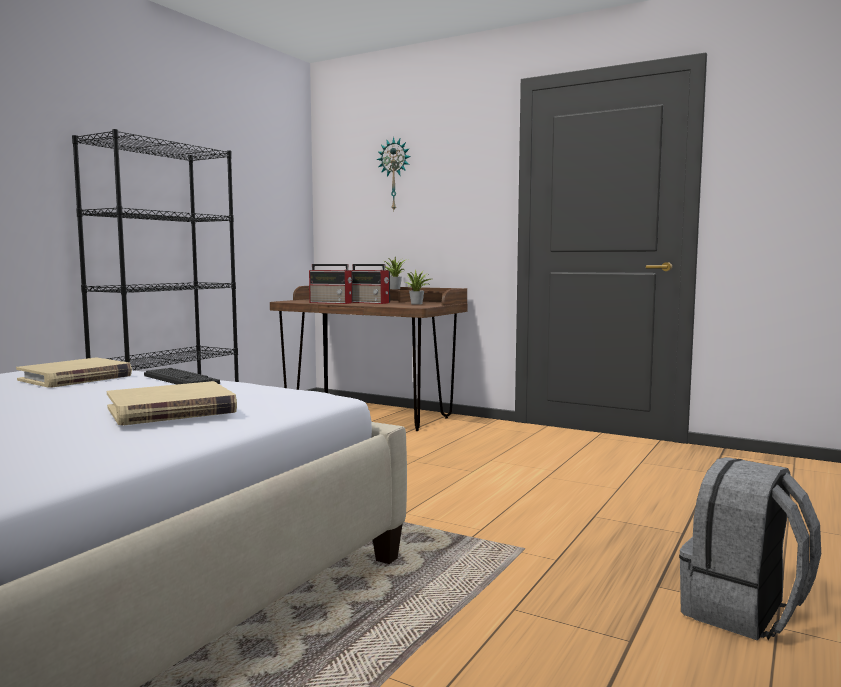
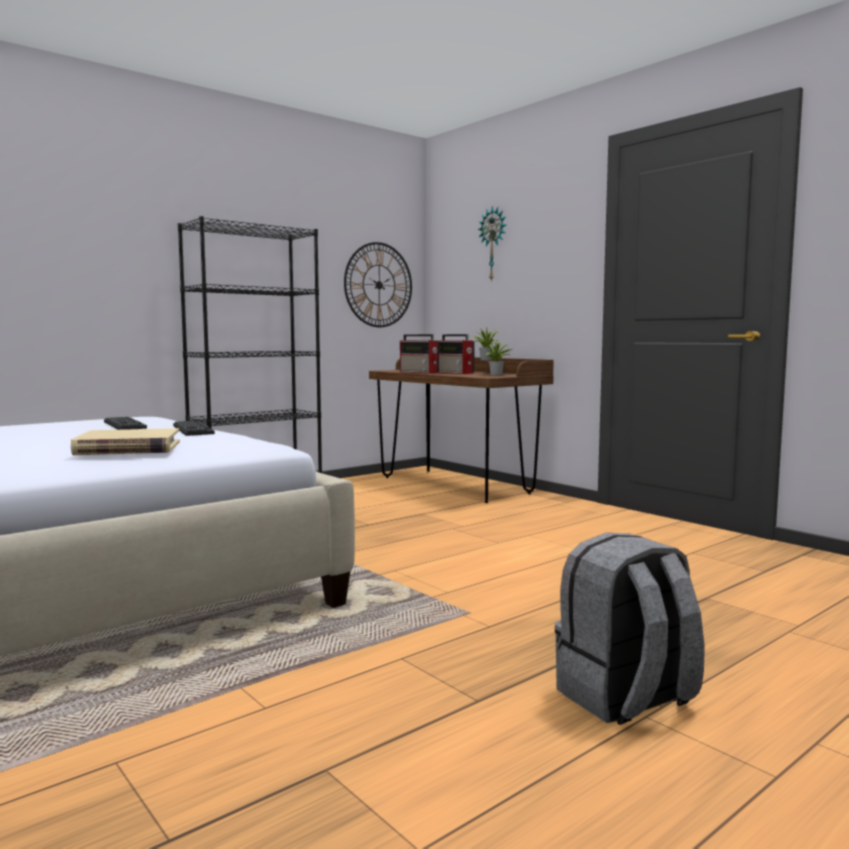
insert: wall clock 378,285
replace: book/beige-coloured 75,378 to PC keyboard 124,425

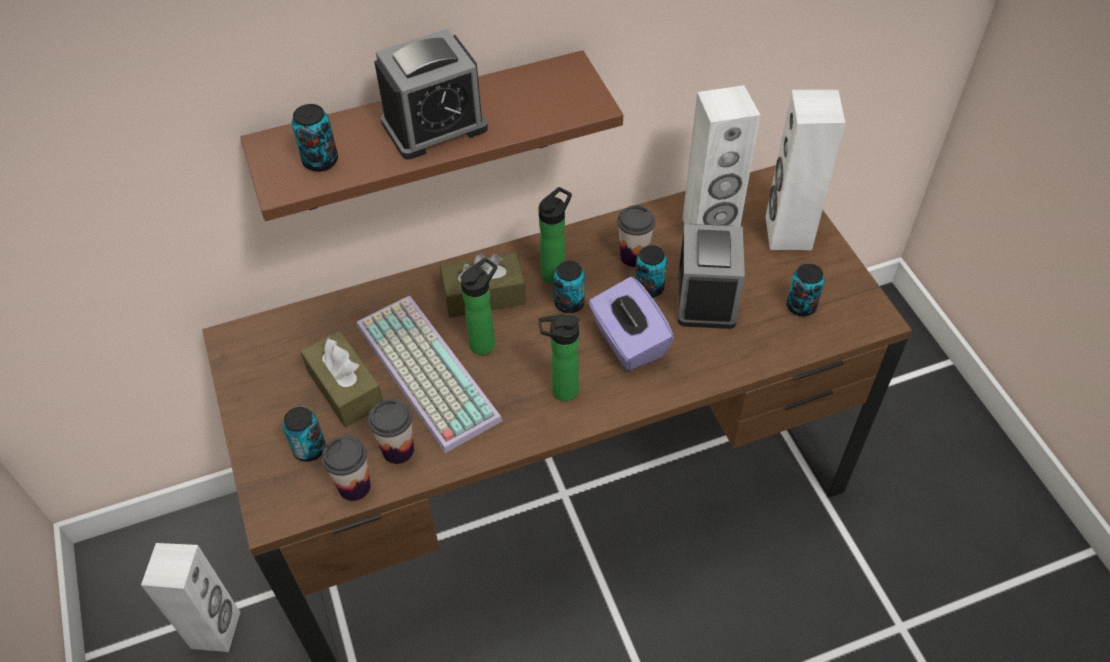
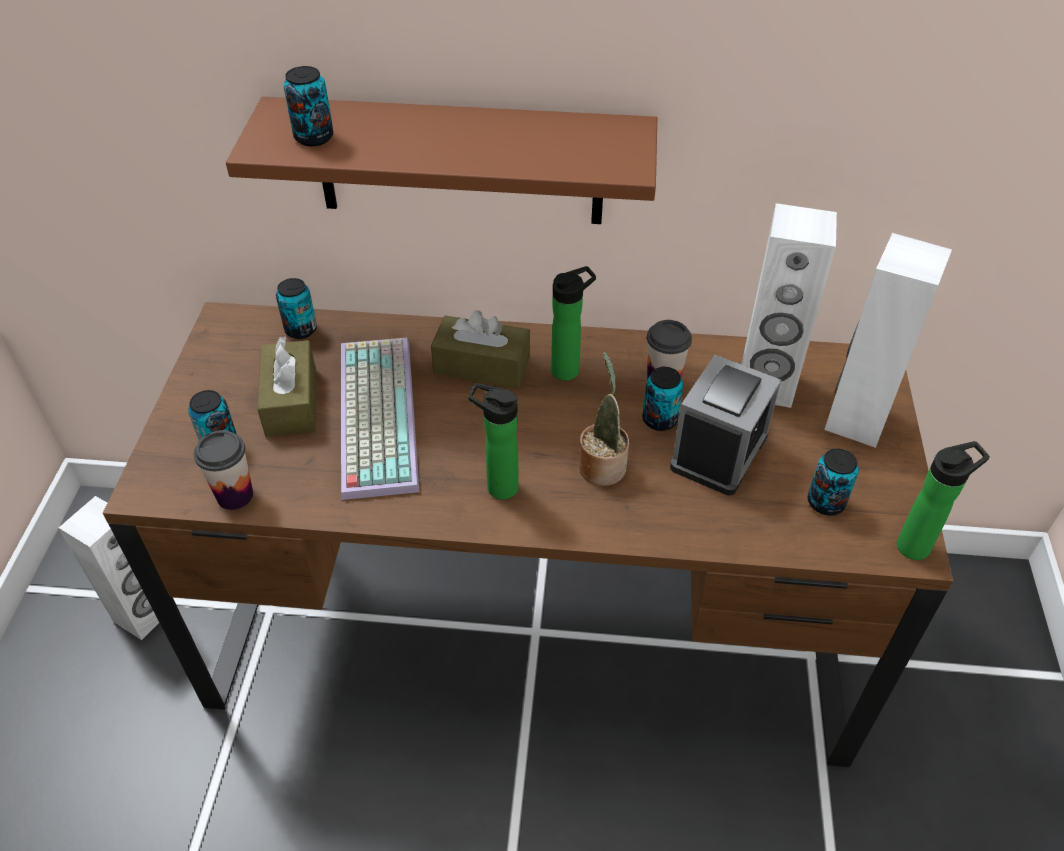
delete: alarm clock 434,126; drinking cup 398,450
move: drink bottle 485,342 to 917,545; sealed can 569,303 to 301,329
replace: tissue box/purple-coloured 628,341 to potted plant 602,465

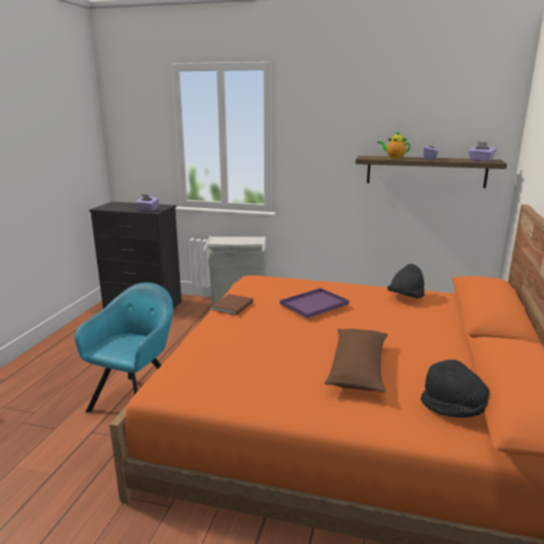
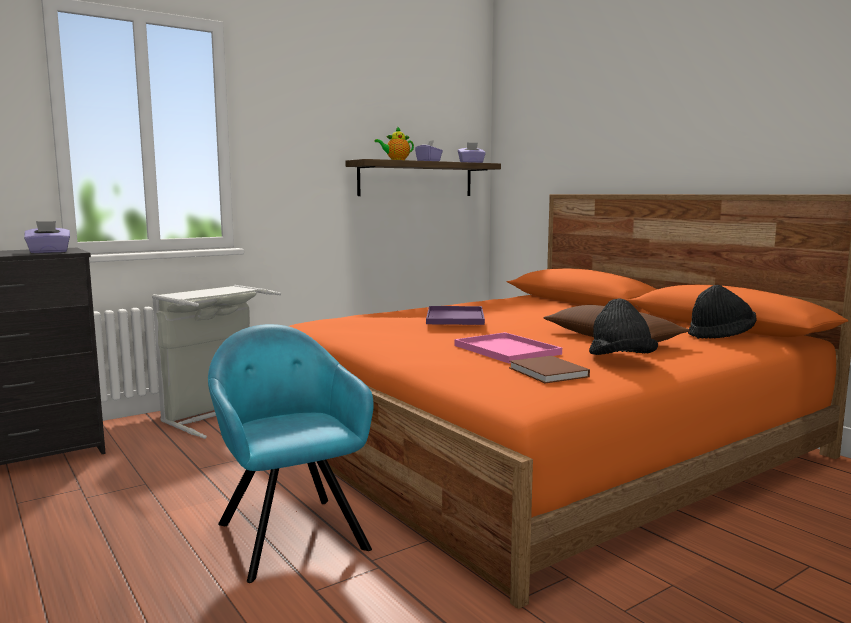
insert: carrying tray/pink 504,349
move: wearable hat/black 405,297 to 620,360; book/brown 232,306 to 549,373

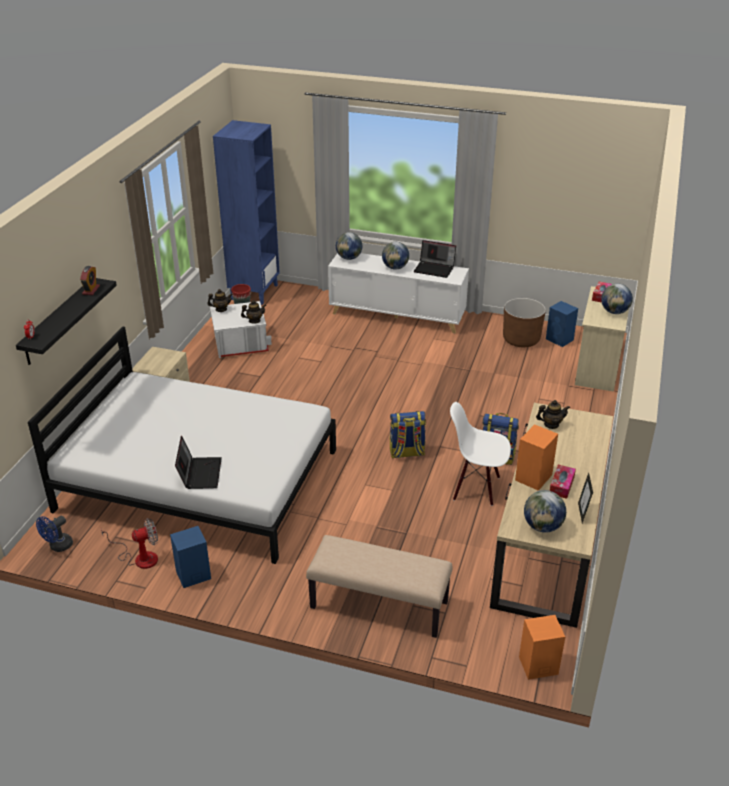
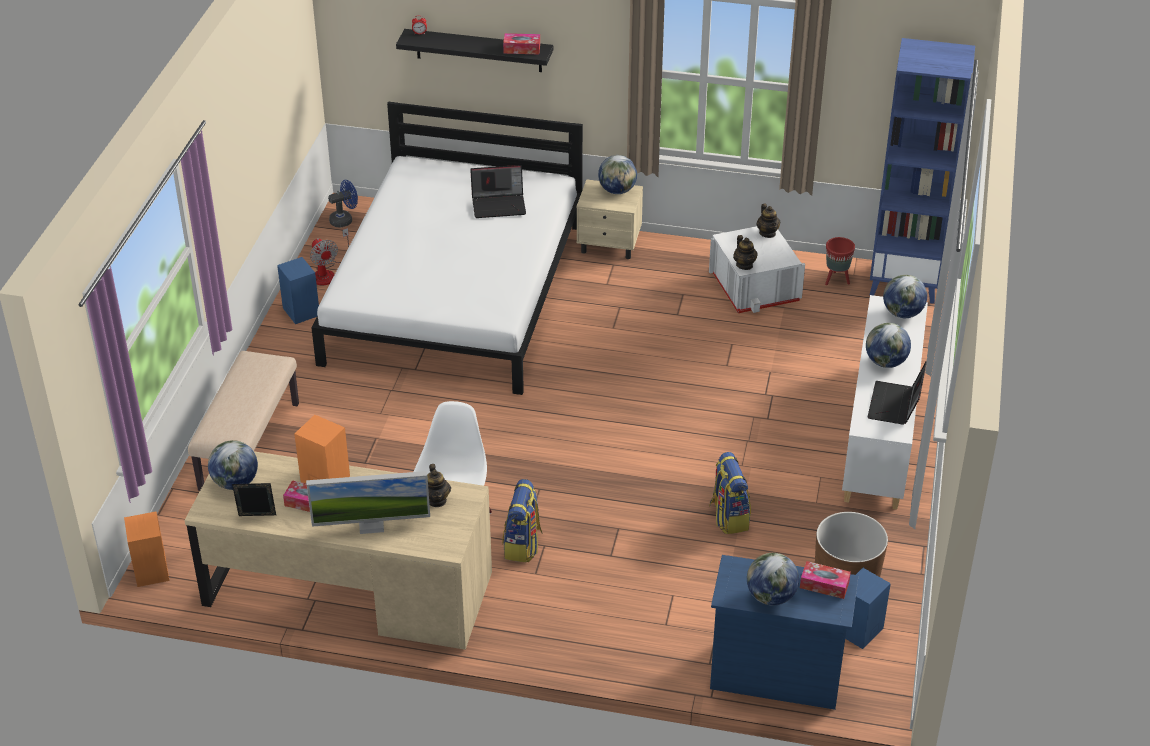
insert: world globe 617,190; computer screen 371,525
move: rucksack 406,453 to 728,517; notebook computer 200,473 to 499,205
replace: alarm clock 91,290 to tissue box 522,49
recolor: chest of drawers/beige-coloured 597,368 to chest of drawers/blue 775,674
rotate: cooling fan/blue 58,546 = 344,220 120 degrees clockwise

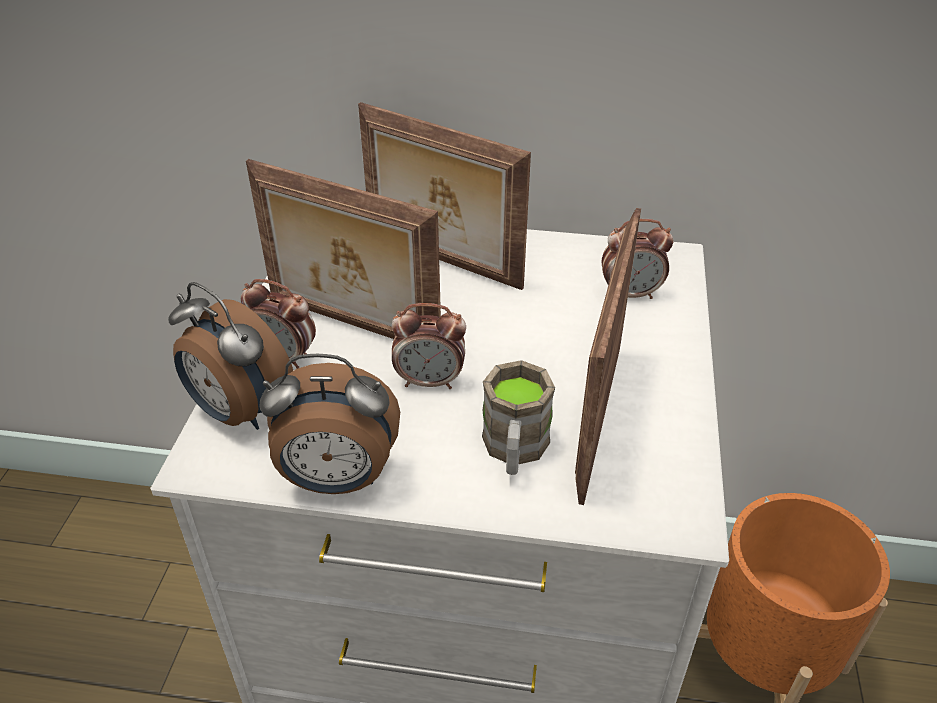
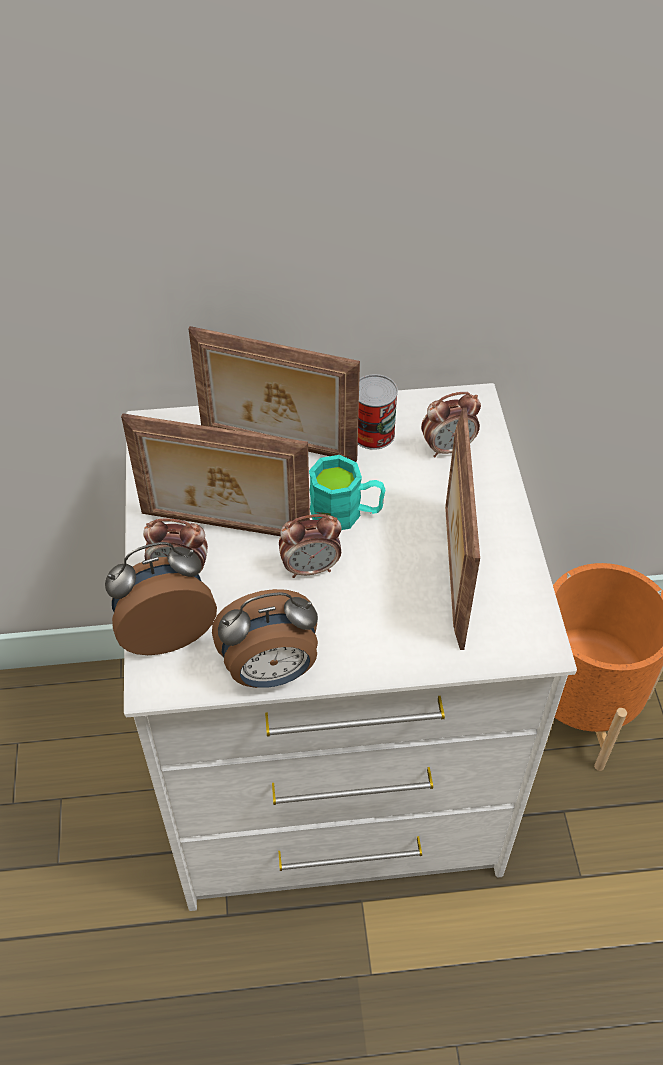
delete: tea mug/brown 514,451
insert: sealed can 373,433; tea mug/turquoise-coloured 346,513
rotate: alarm clock 239,412 = 165,630 135 degrees clockwise

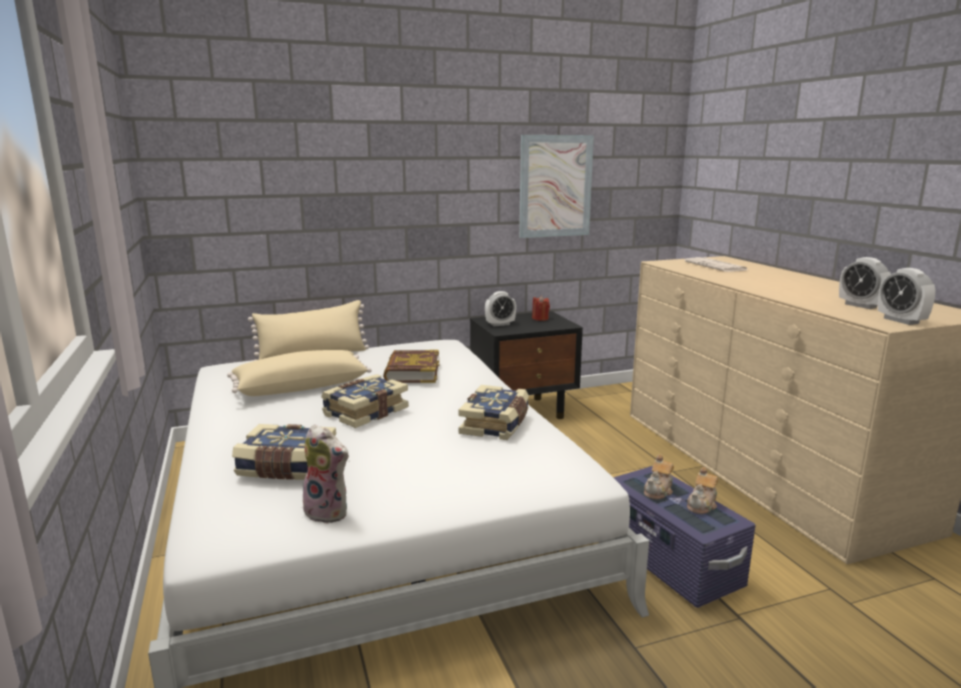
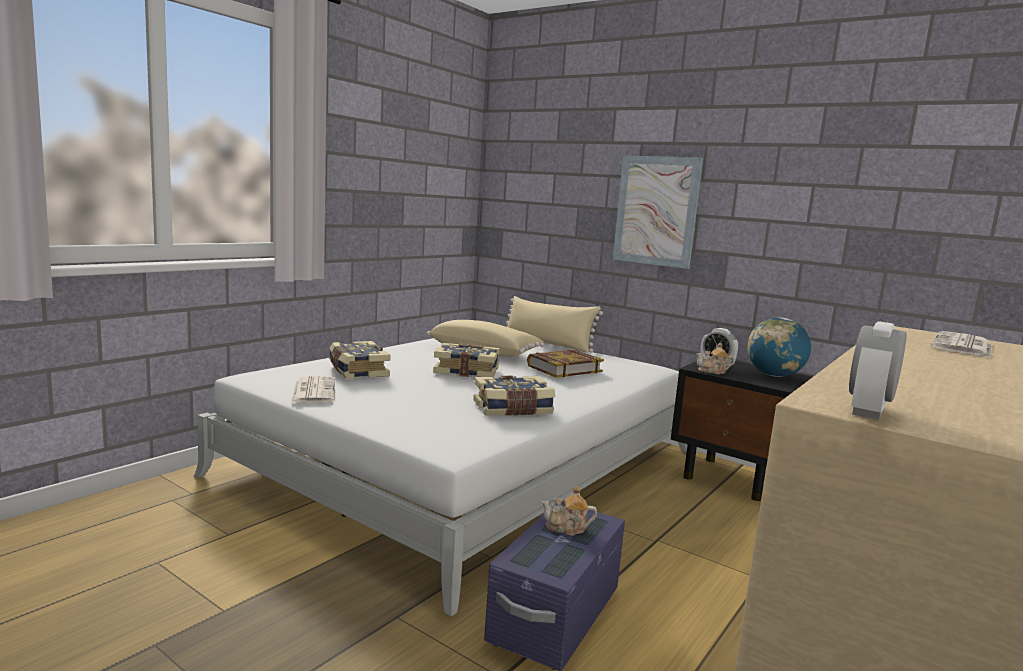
delete: alarm clock 860,305
move: picture 555,186 to 656,211; teapot 702,505 to 712,371
replace: wax light/red 540,318 to world globe 774,375; cuddly toy 329,512 to daily paper 313,391

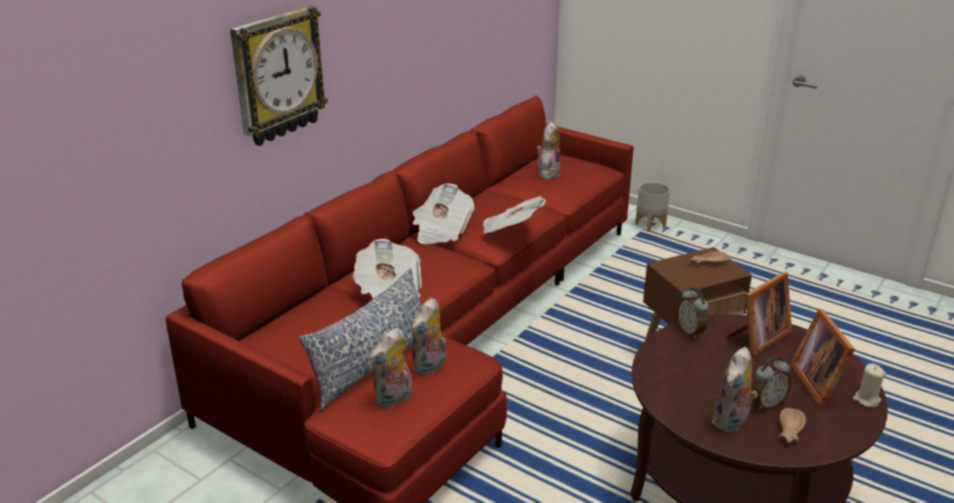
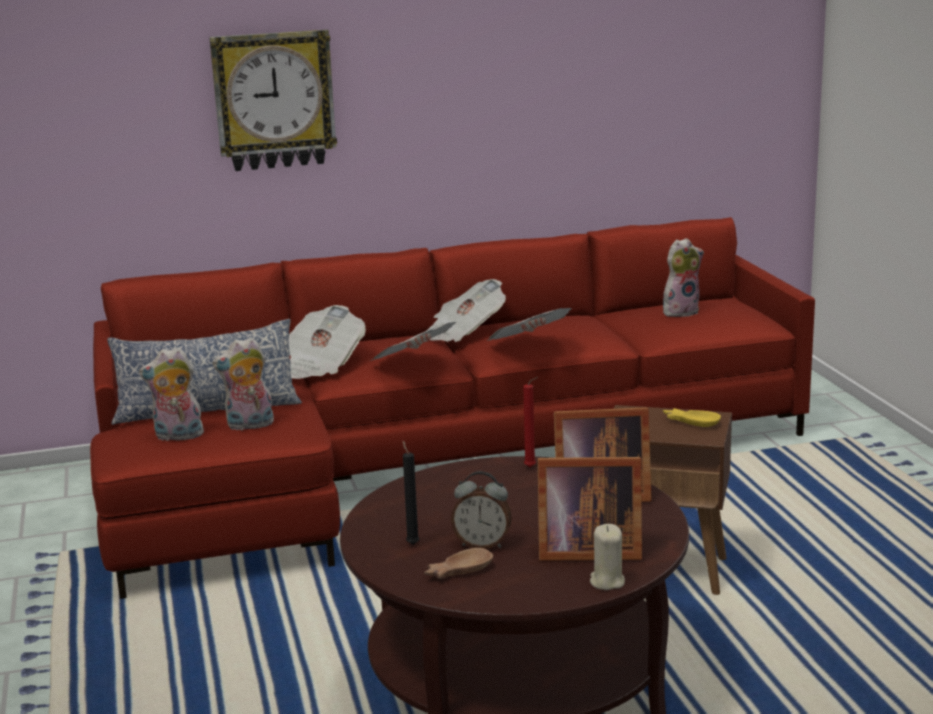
delete: flower pot/greyish 651,225
insert: daily paper 413,364
replace: alarm clock 690,332 to wax light/red 532,467; cuddly toy 731,422 to wax light/black 412,543
recolor: serving bowl/brown 708,262 to serving bowl/yellowish 691,422
rotate: photo frame 819,382 = 585,550 120 degrees counterclockwise

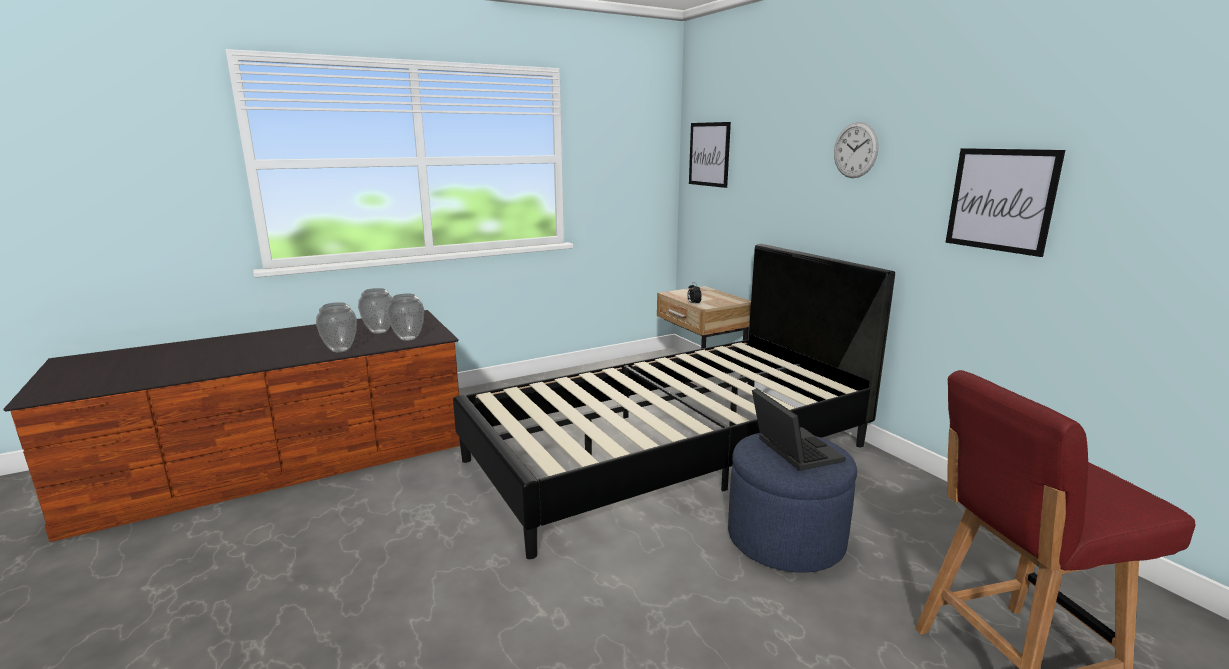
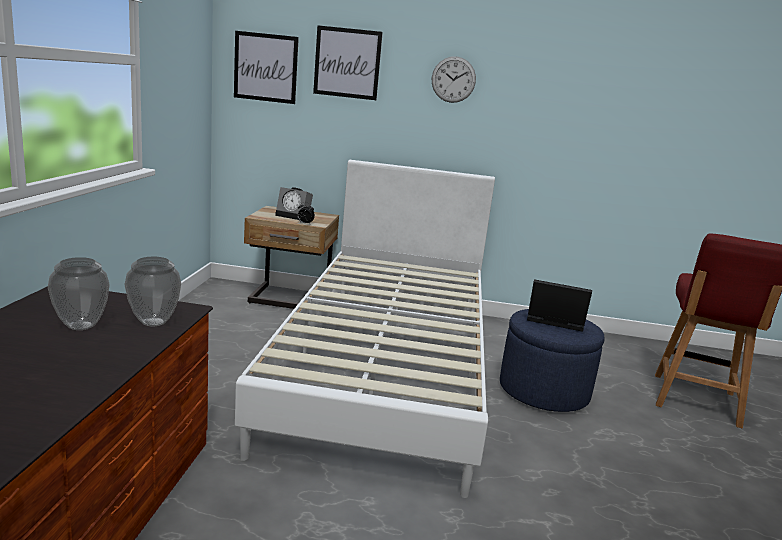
delete: flower vase 340,350
insert: alarm clock 294,216
move: picture 1001,200 to 347,63
recolor: bed/black 669,453 to bed/whitish 386,367

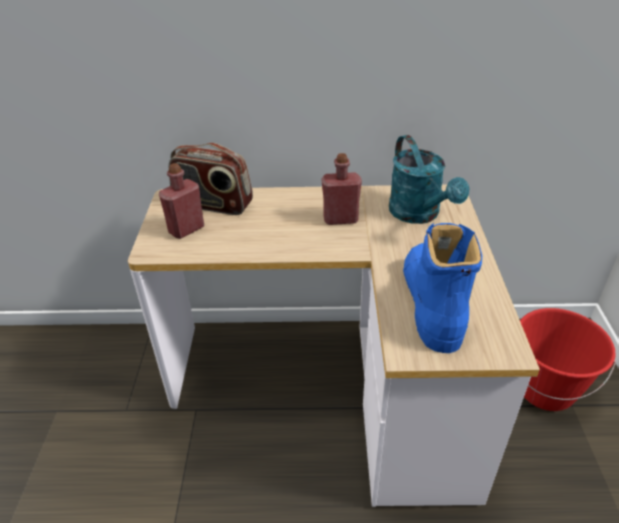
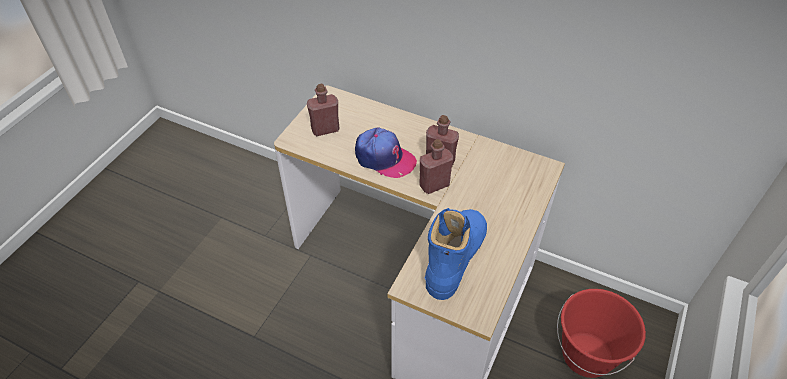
delete: watering pot/turquoise-coloured 419,215; radio set 213,204
insert: cap 384,158; drink bottle/red 434,185

